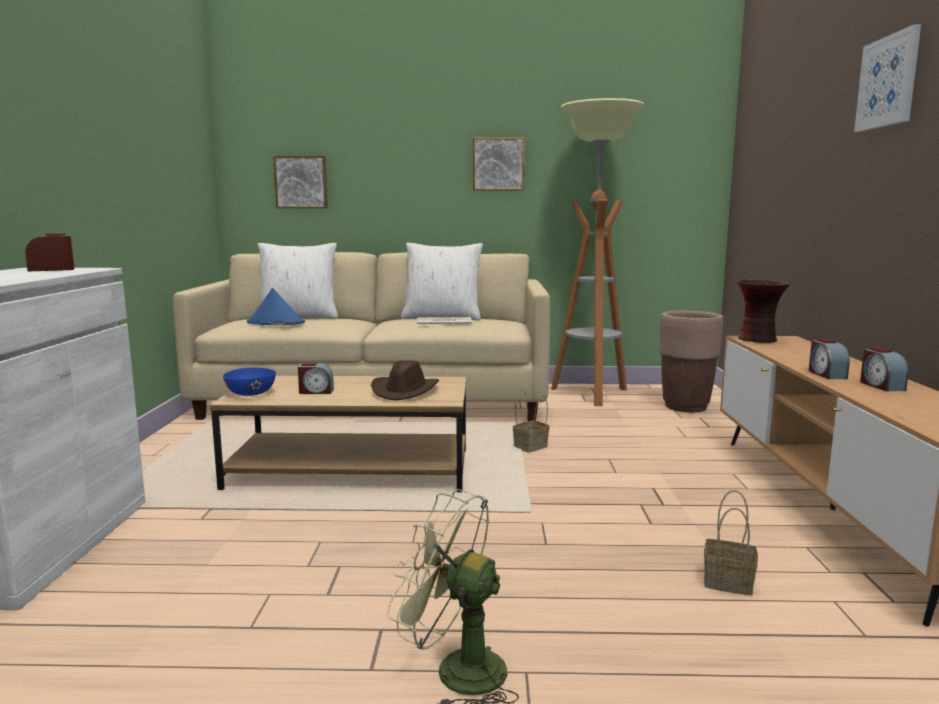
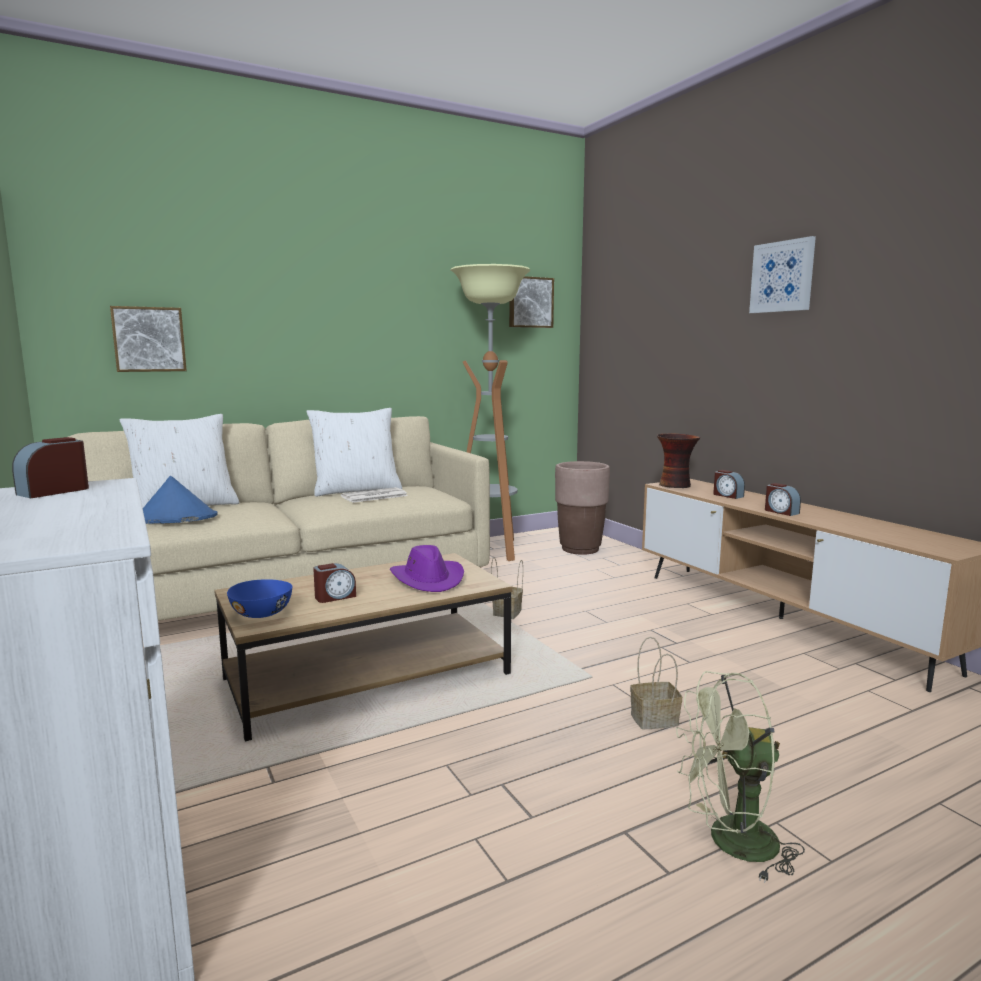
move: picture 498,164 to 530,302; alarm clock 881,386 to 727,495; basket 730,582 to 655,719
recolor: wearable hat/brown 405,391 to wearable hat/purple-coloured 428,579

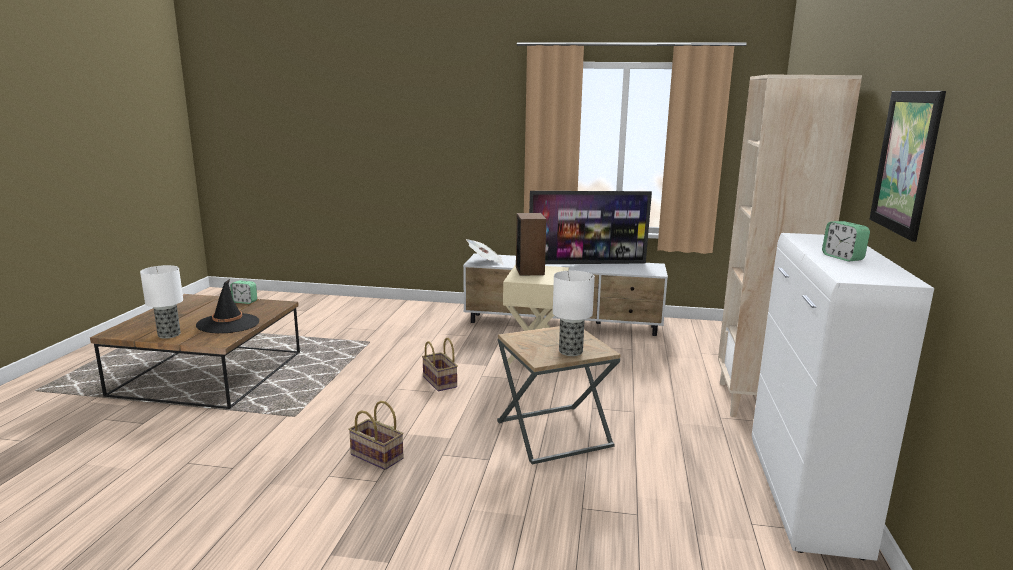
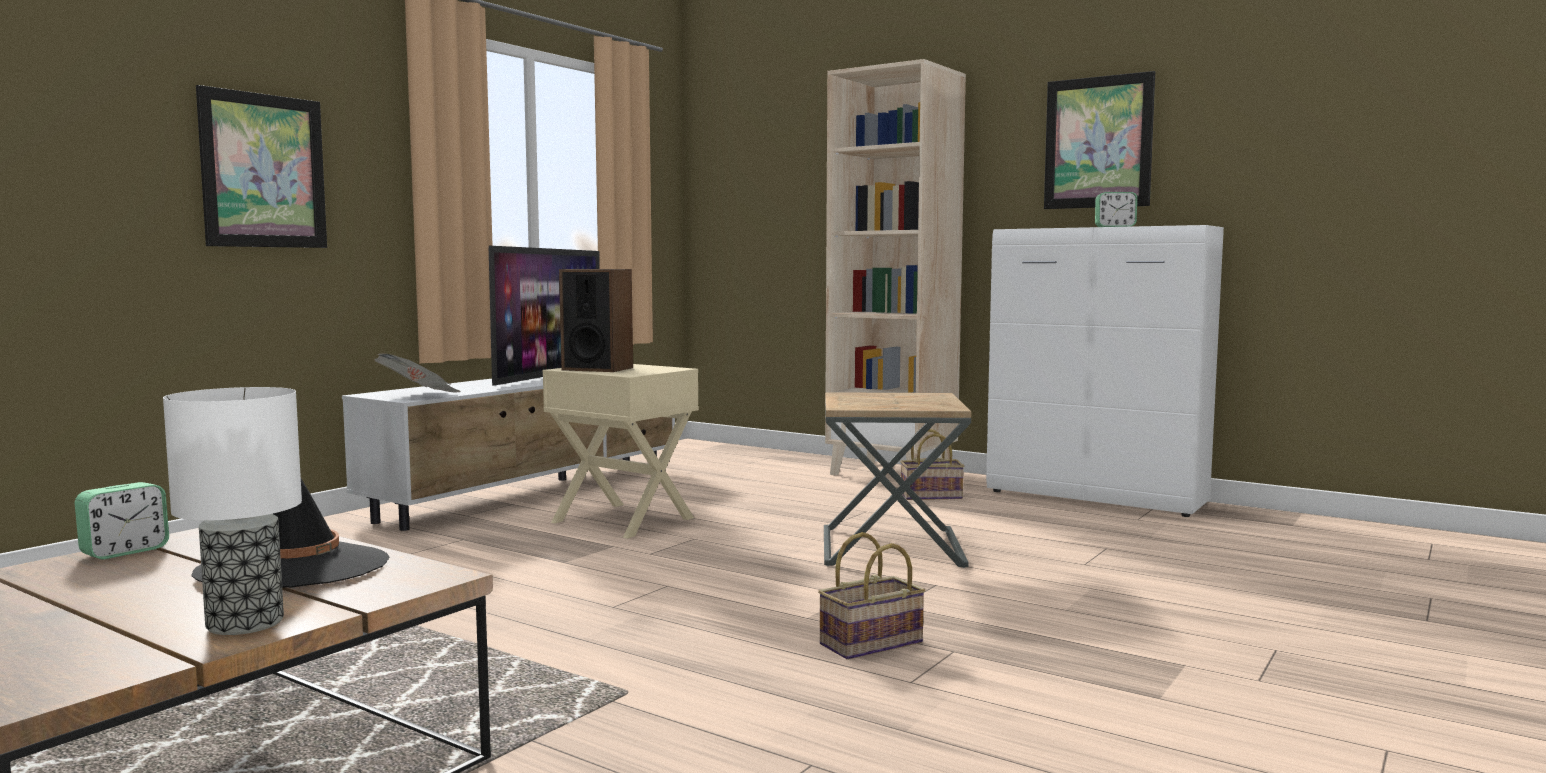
delete: lamp for a table 571,351
insert: picture 263,171
move: basket 441,382 to 932,496

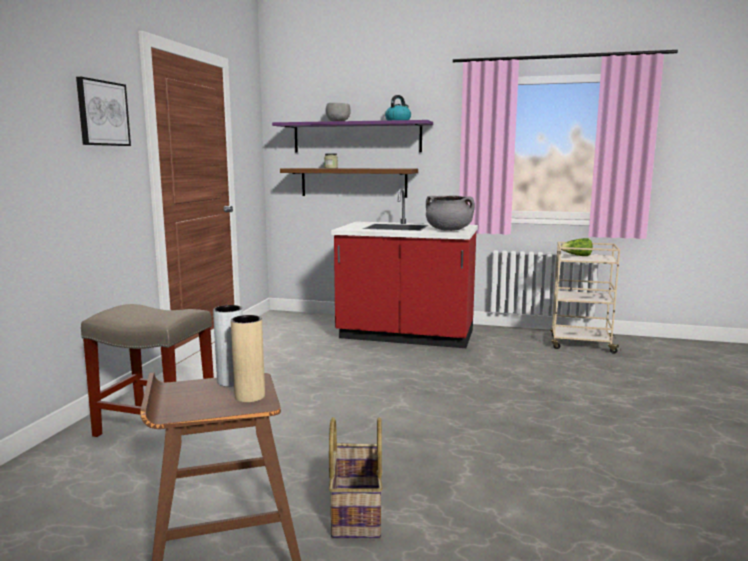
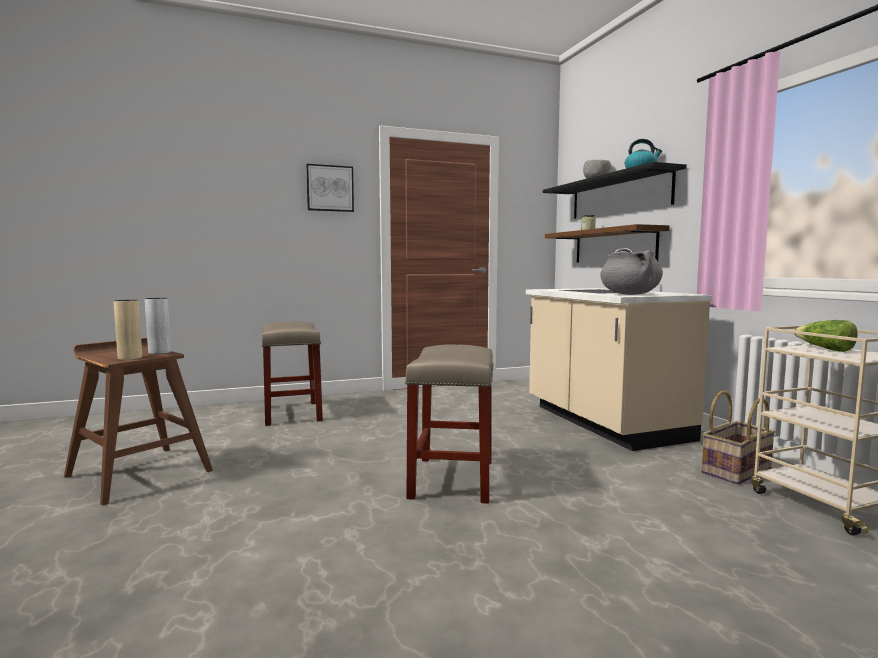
insert: stool seat/beige-coloured 452,478
move: basket 355,511 to 735,470
recolor: bracket shelf/purple-coloured 356,137 to bracket shelf/black 618,196; counter/red 406,336 to counter/beige-coloured 603,423

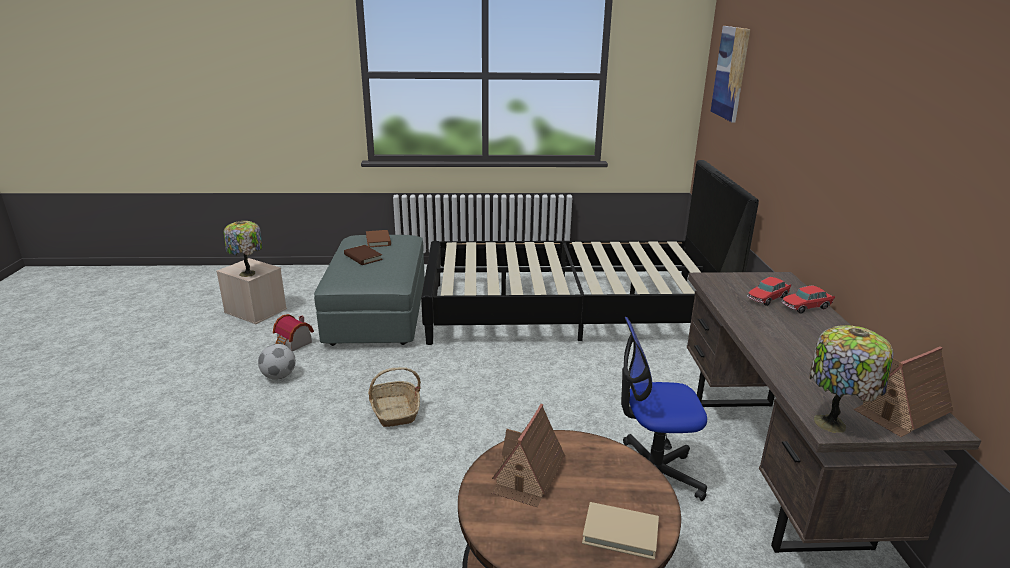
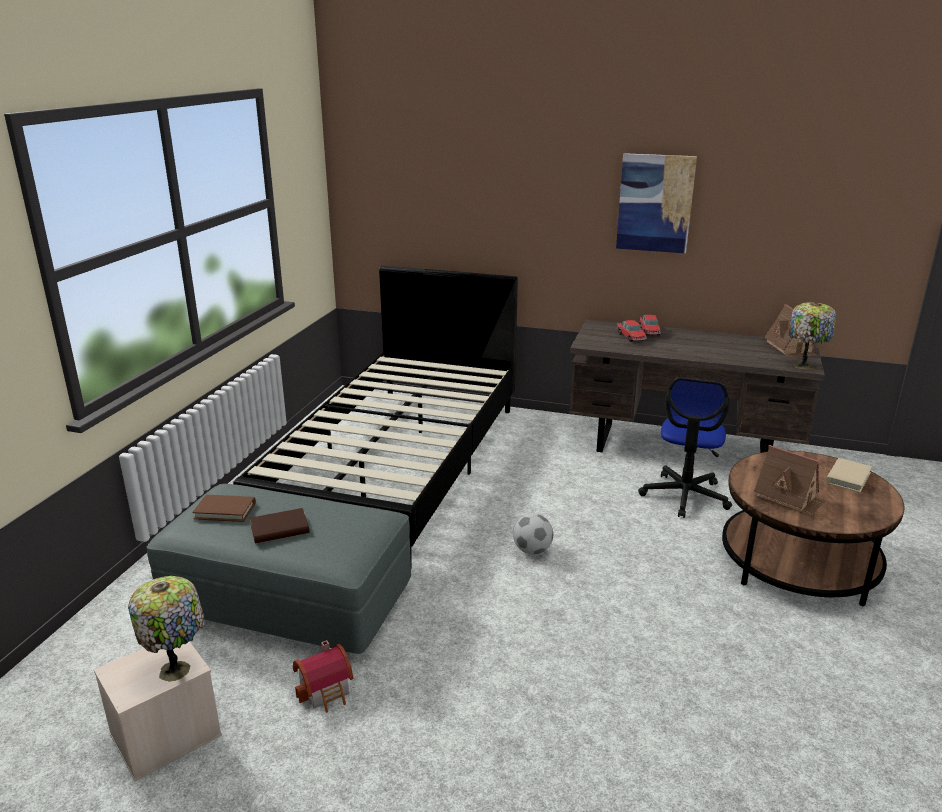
delete: basket 395,411
move: picture 730,73 to 655,203; football ball 279,376 to 532,550

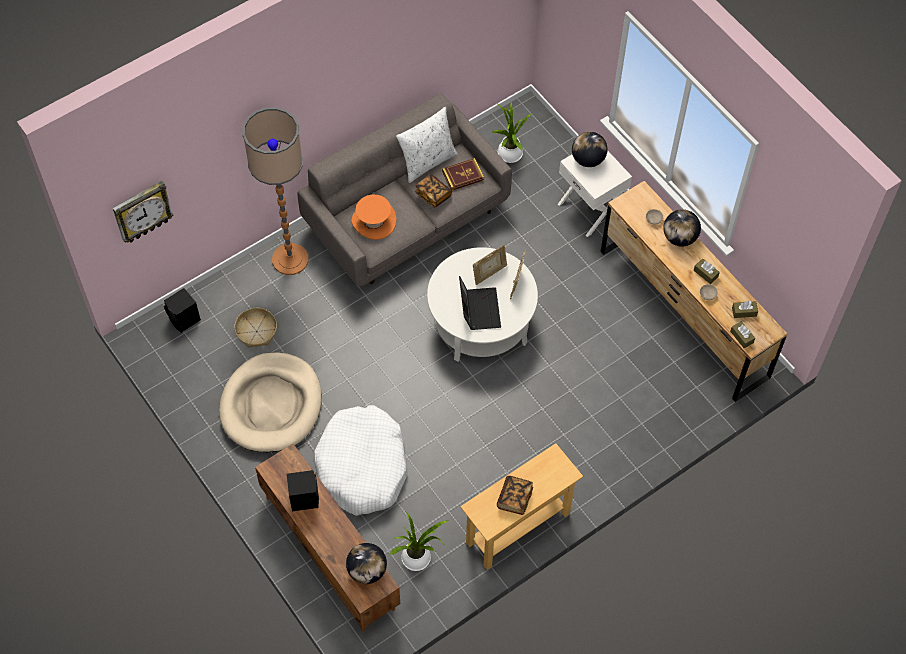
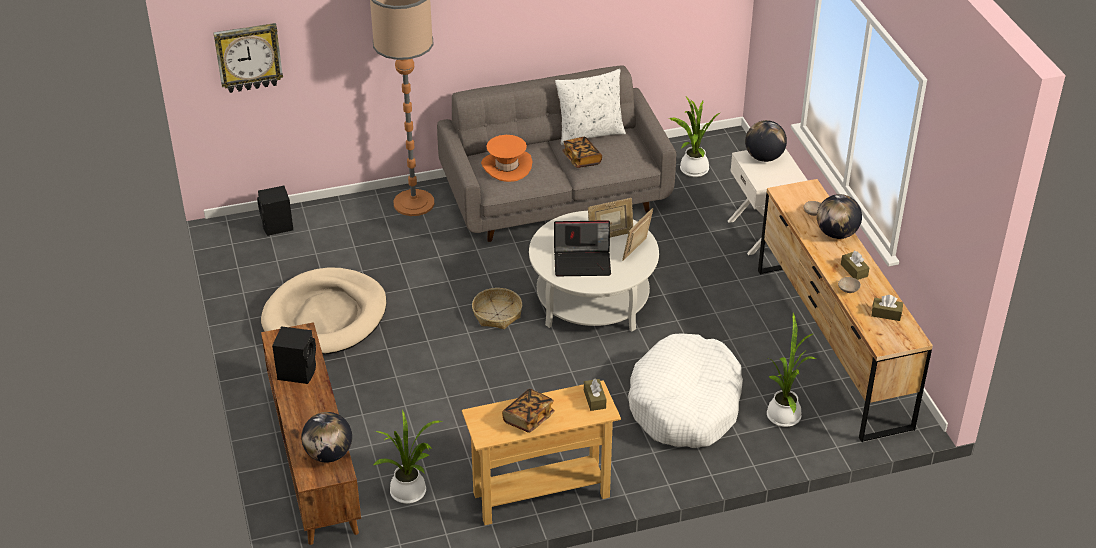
delete: book 463,176
insert: potted plant 784,414
move: basket 256,331 to 497,314; tissue box/brown 741,337 to 594,399; dog bed/whitish 362,466 to 685,404
rotate: notebook computer 479,309 = 583,262 75 degrees clockwise

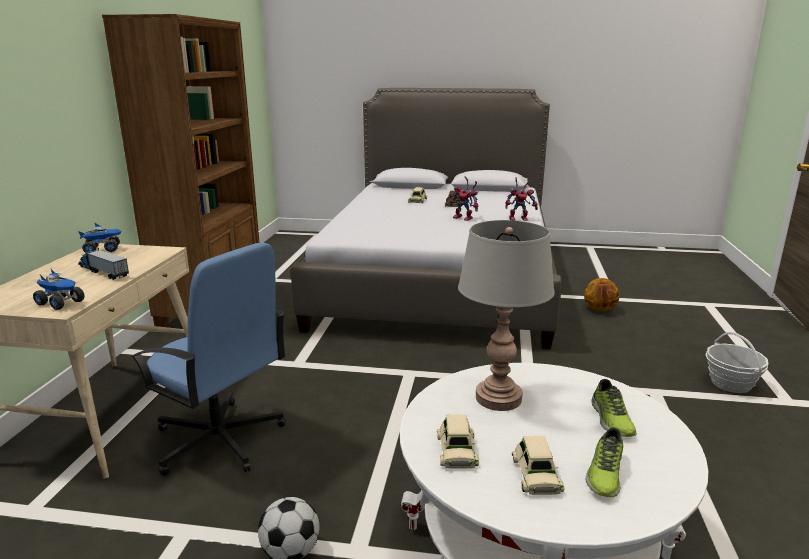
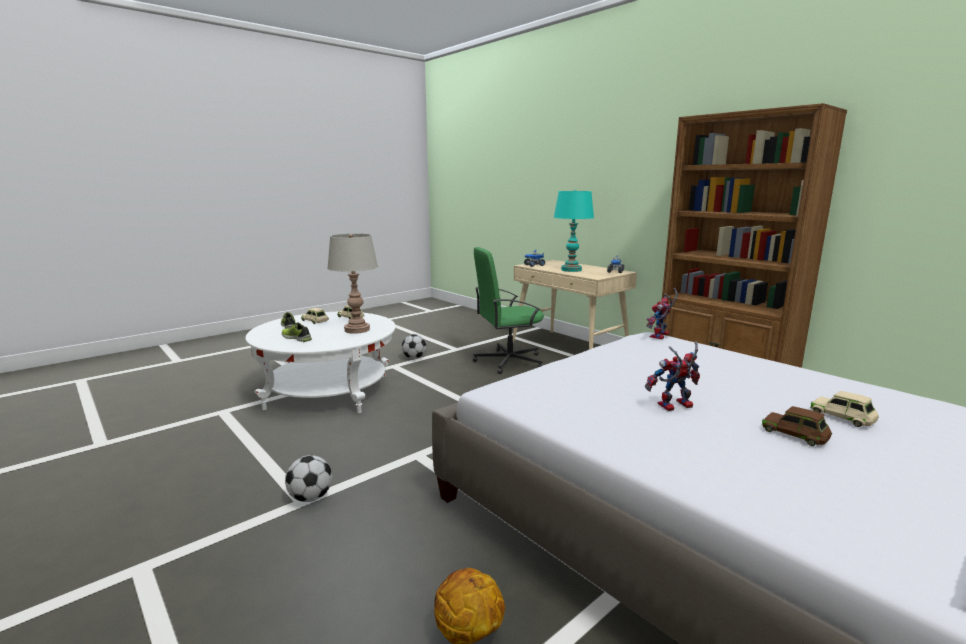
delete: basket 731,384
insert: football ball 310,497
move: toy robot 519,219 to 660,336
replace: model truck 103,271 to lamp for a table/turquoise-coloured 571,270
recolor: desk chair/blue 219,440 to desk chair/greenish 508,361

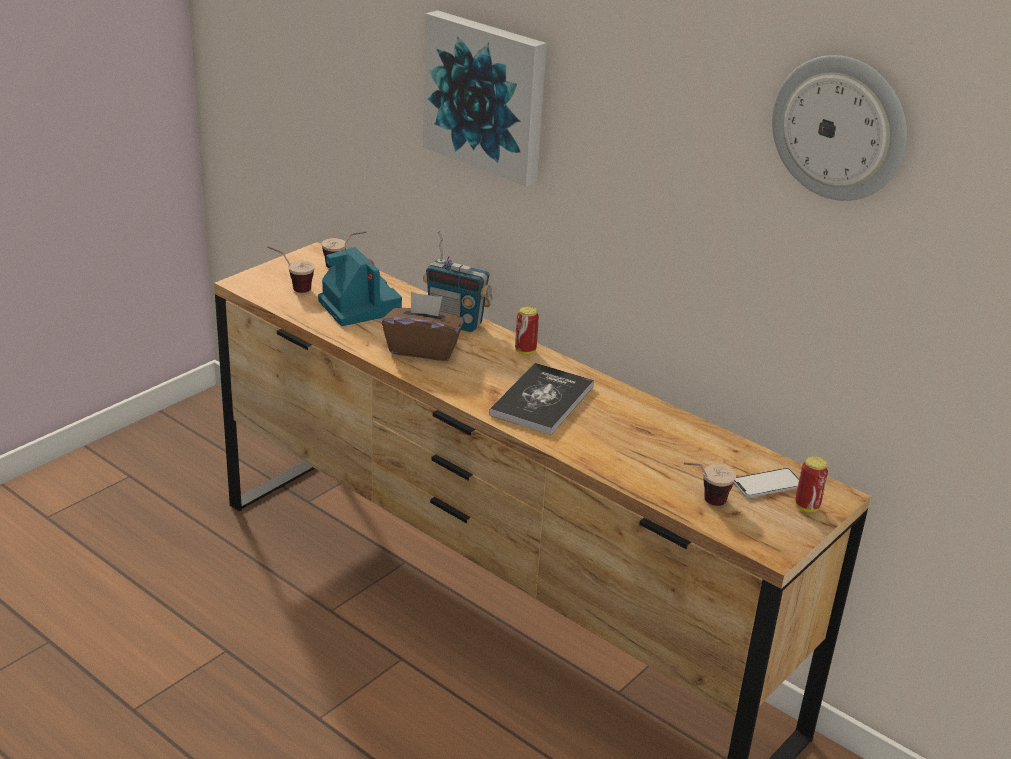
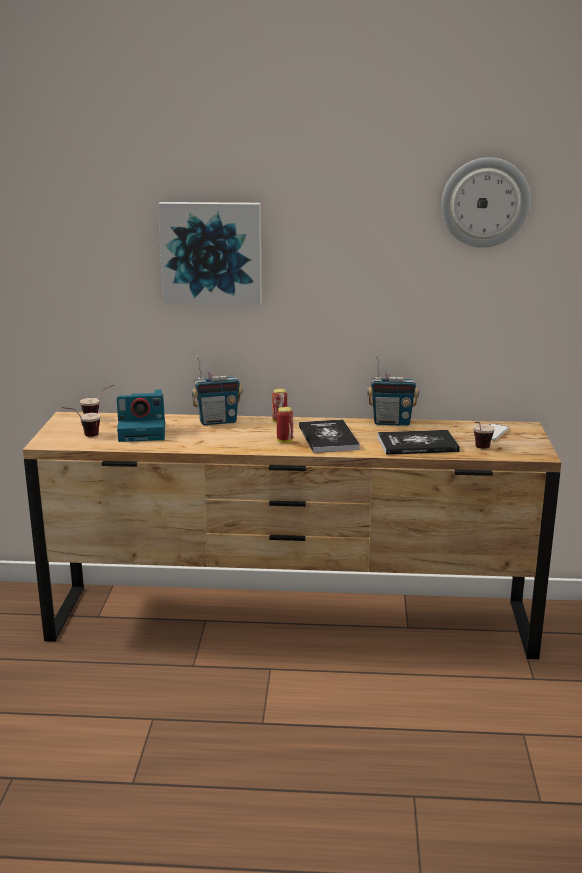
delete: tissue box/brown 423,349
insert: radio set 391,422; book 417,444
move: sealed can 807,507 to 284,441
rotate: photo camera 358,306 = 143,431 150 degrees clockwise

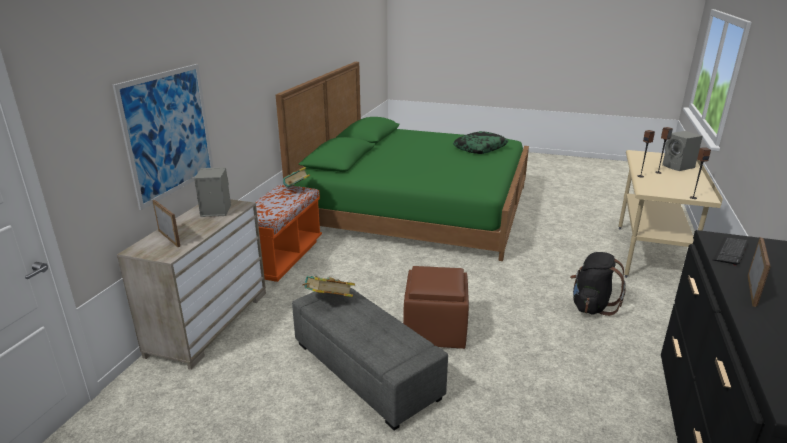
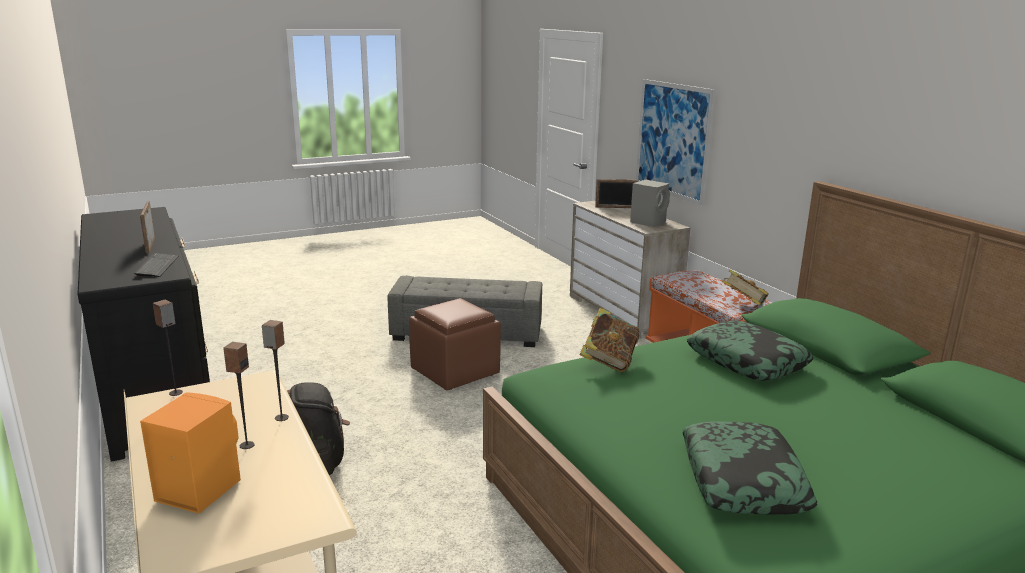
insert: pillow 747,361
move: book 329,301 to 609,361
recolor: speaker/greyish 678,167 to speaker/orange-coloured 197,489

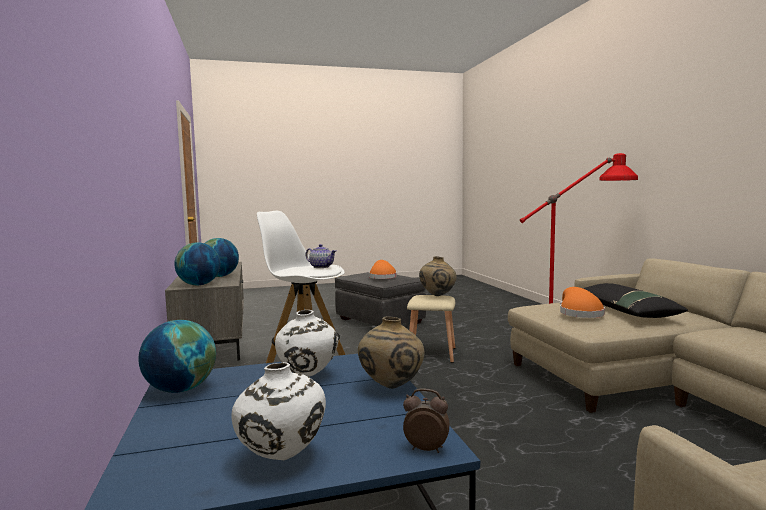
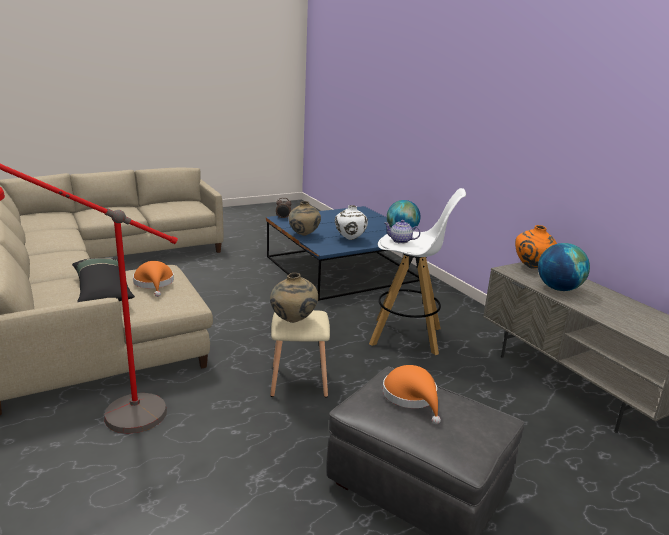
delete: flower vase/whitish 281,458
replace: world globe 199,285 to flower vase/orange-coloured 532,267

